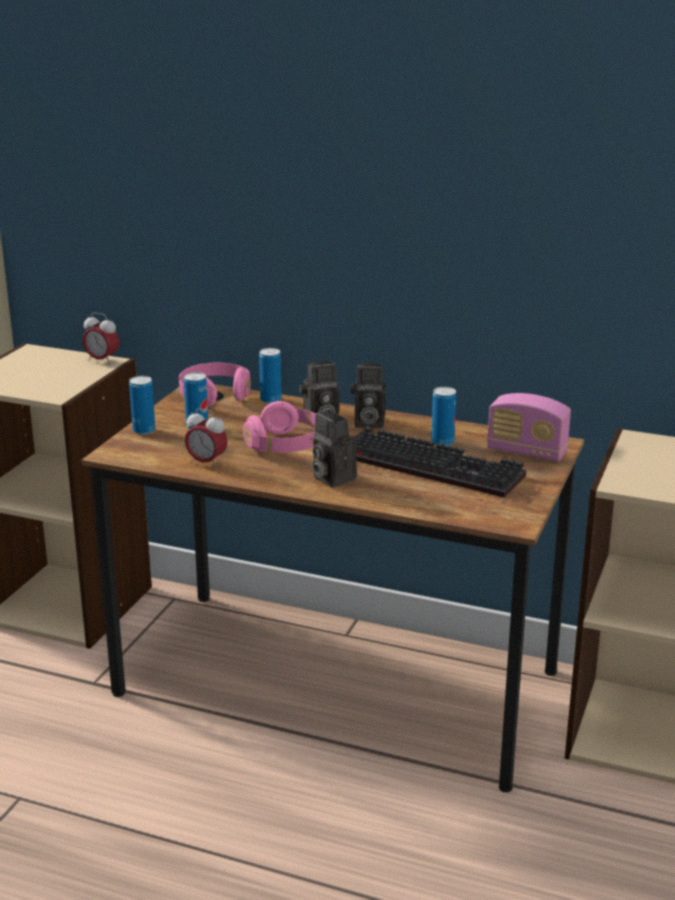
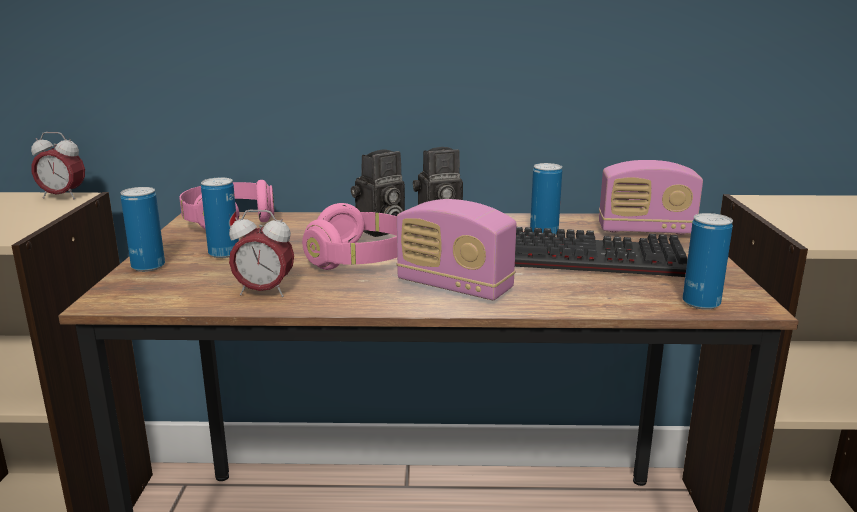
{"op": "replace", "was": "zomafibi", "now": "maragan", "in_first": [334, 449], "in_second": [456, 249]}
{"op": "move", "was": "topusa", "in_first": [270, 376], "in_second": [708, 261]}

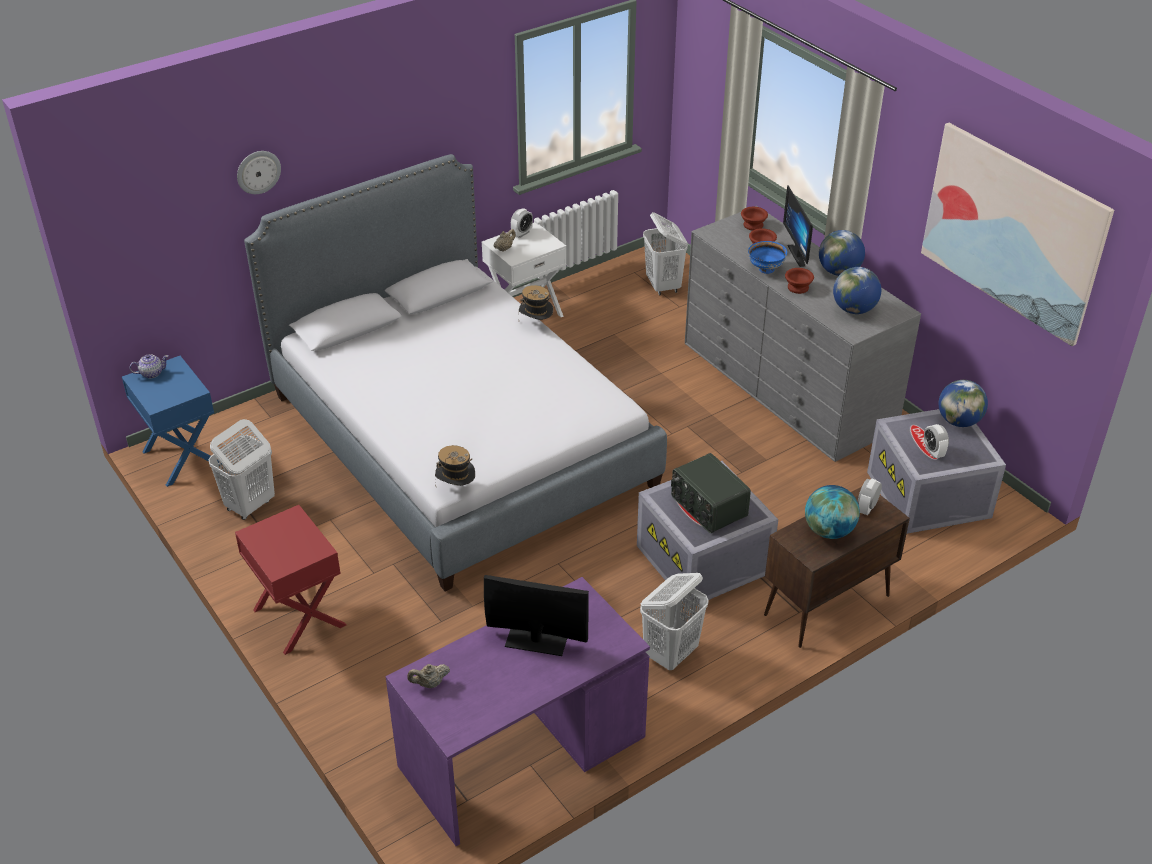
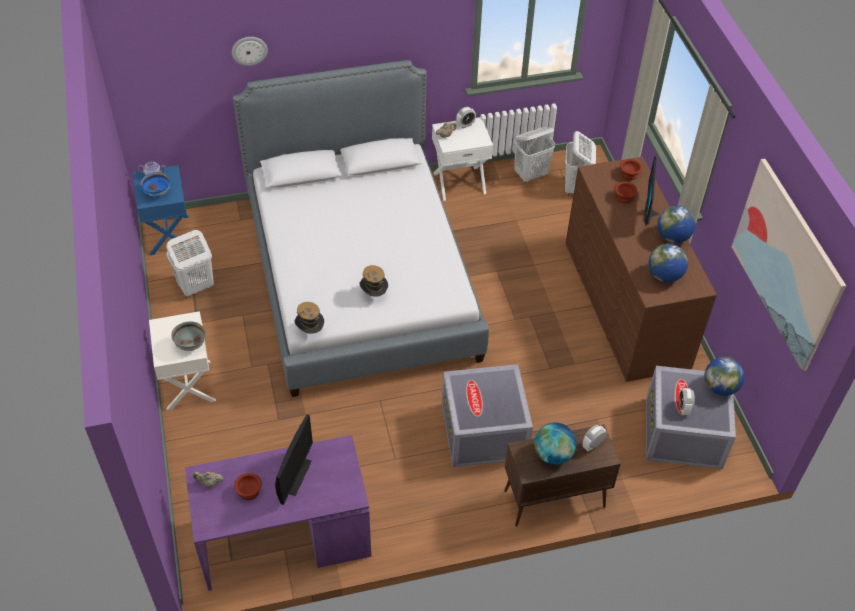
{"op": "move", "was": "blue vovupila", "in_first": [767, 257], "in_second": [155, 185]}
{"op": "recolor", "was": "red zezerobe", "now": "white zezerobe", "in_first": [290, 580], "in_second": [182, 360]}
{"op": "insert", "now": "grey vovupila", "in_second": [188, 336]}
{"op": "move", "was": "brown vovupila", "in_first": [799, 281], "in_second": [248, 486]}
{"op": "rotate", "was": "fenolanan", "in_first": [536, 615], "in_second": [294, 460], "clockwise": 75}
{"op": "move", "was": "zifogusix", "in_first": [536, 302], "in_second": [373, 281]}
{"op": "move", "was": "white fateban", "in_first": [674, 621], "in_second": [534, 155]}
{"op": "recolor", "was": "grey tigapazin", "now": "brown tigapazin", "in_first": [803, 334], "in_second": [641, 269]}
{"op": "delete", "was": "maragan", "in_first": [711, 493]}

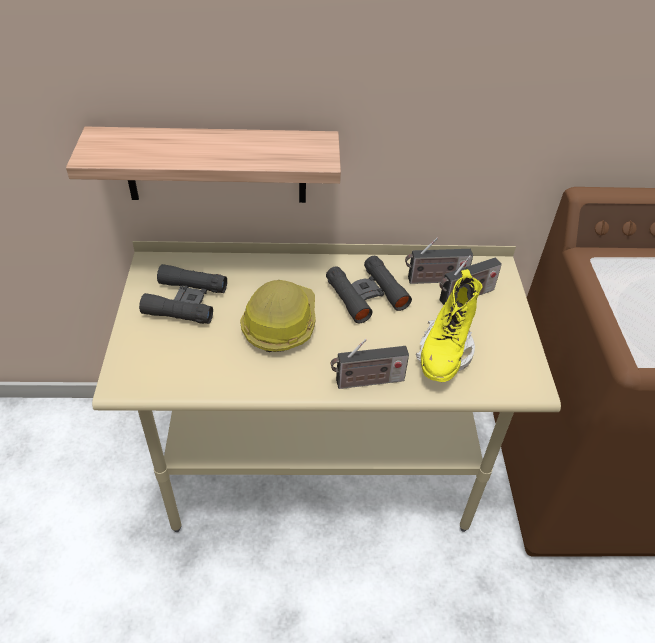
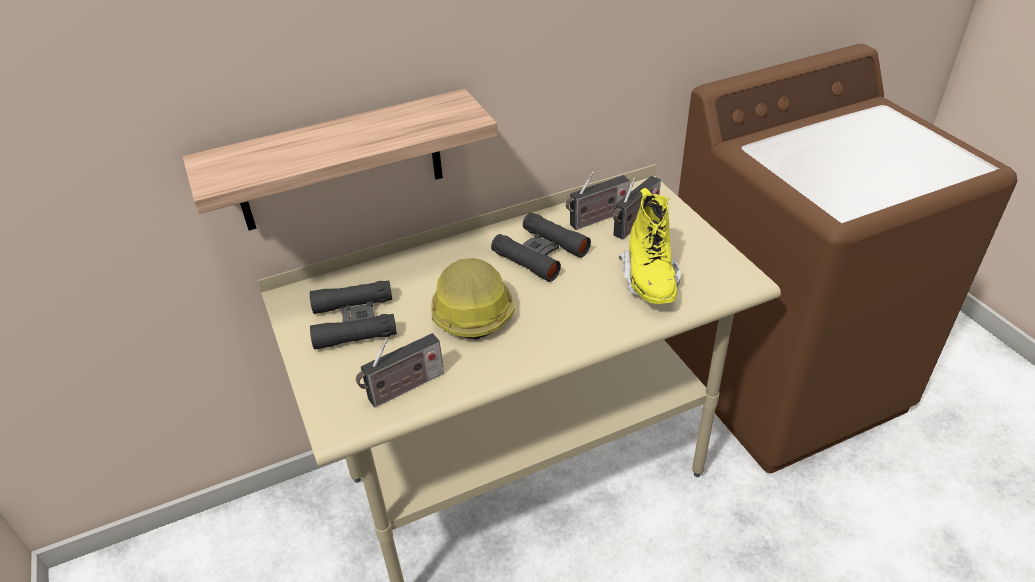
{"op": "move", "was": "maragan", "in_first": [370, 364], "in_second": [400, 370]}

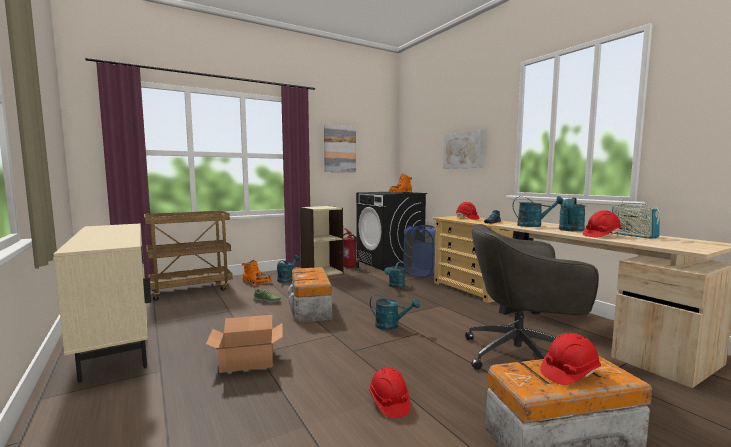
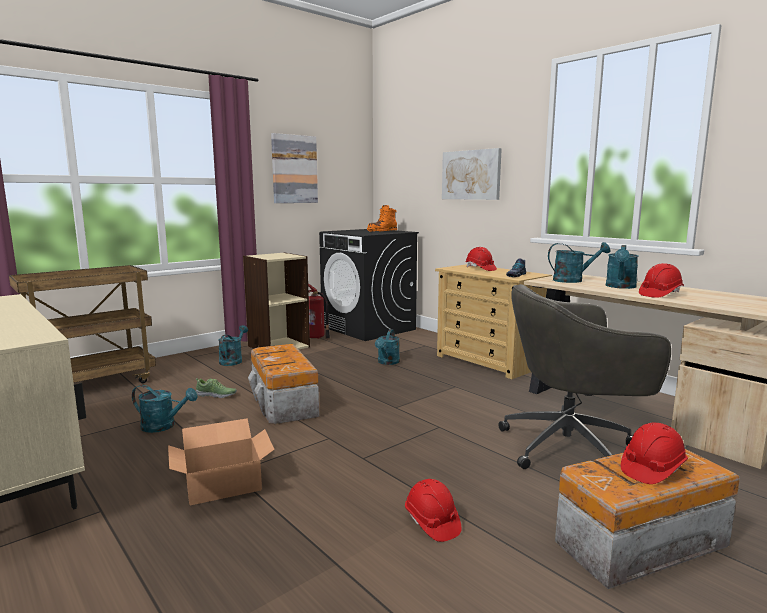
{"op": "move", "was": "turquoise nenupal", "in_first": [395, 312], "in_second": [165, 409]}
{"op": "delete", "was": "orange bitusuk", "in_first": [256, 272]}
{"op": "delete", "was": "blue fateban", "in_first": [420, 251]}
{"op": "delete", "was": "maragan", "in_first": [636, 219]}

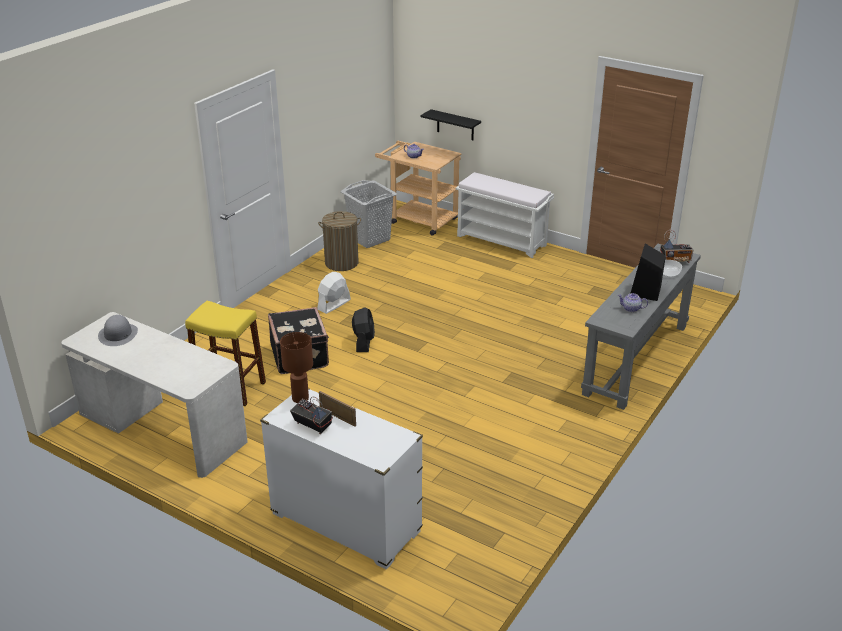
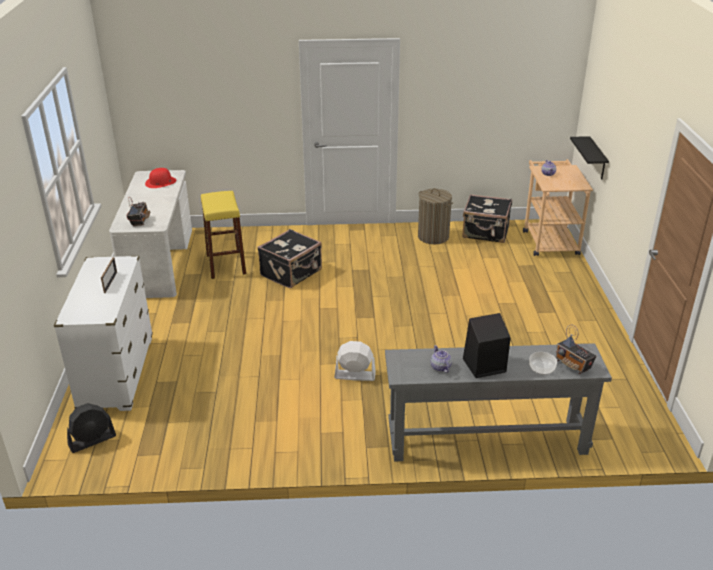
{"op": "move", "was": "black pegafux", "in_first": [363, 329], "in_second": [91, 428]}
{"op": "move", "was": "maragan", "in_first": [311, 415], "in_second": [138, 211]}
{"op": "recolor", "was": "grey zifogusix", "now": "red zifogusix", "in_first": [118, 330], "in_second": [160, 178]}
{"op": "move", "was": "white pegafux", "in_first": [334, 293], "in_second": [355, 361]}
{"op": "replace", "was": "grey fateban", "now": "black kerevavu", "in_first": [369, 214], "in_second": [487, 218]}
{"op": "delete", "was": "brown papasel", "in_first": [296, 367]}
{"op": "delete", "was": "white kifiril", "in_first": [504, 215]}

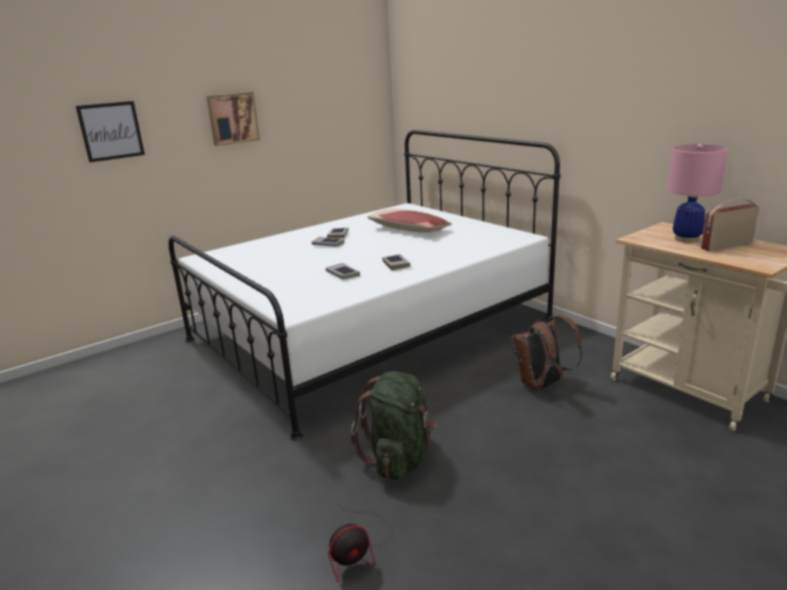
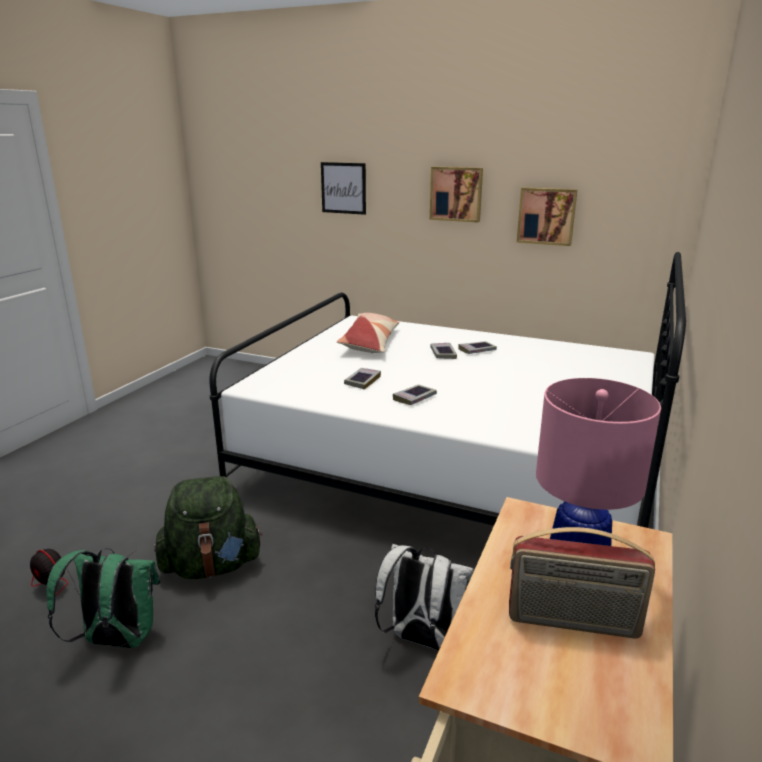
{"op": "insert", "now": "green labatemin", "in_second": [103, 598]}
{"op": "move", "was": "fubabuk", "in_first": [409, 221], "in_second": [368, 333]}
{"op": "recolor", "was": "brown labatemin", "now": "white labatemin", "in_first": [547, 353], "in_second": [424, 597]}
{"op": "rotate", "was": "maragan", "in_first": [730, 225], "in_second": [582, 583], "clockwise": 150}
{"op": "insert", "now": "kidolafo", "in_second": [547, 216]}

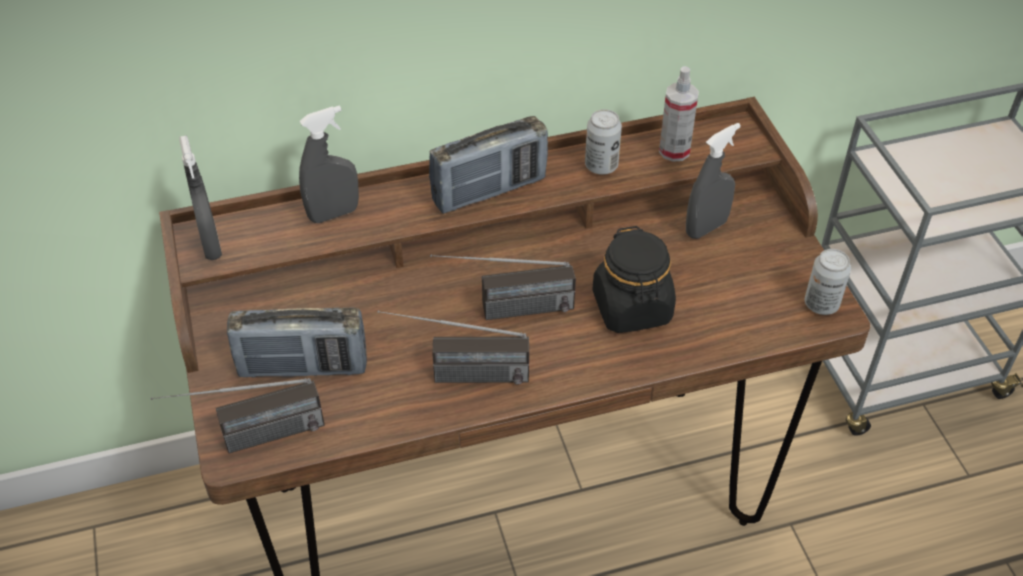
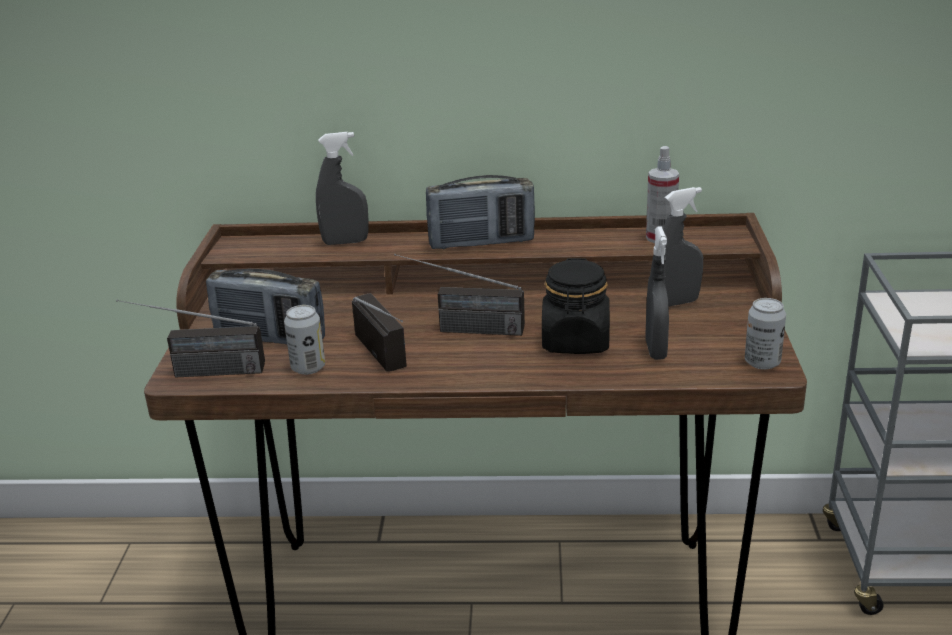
{"op": "move", "was": "topusa", "in_first": [603, 142], "in_second": [304, 340]}
{"op": "rotate", "was": "maragan", "in_first": [453, 347], "in_second": [379, 332], "clockwise": -135}
{"op": "move", "was": "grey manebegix", "in_first": [200, 197], "in_second": [657, 293]}

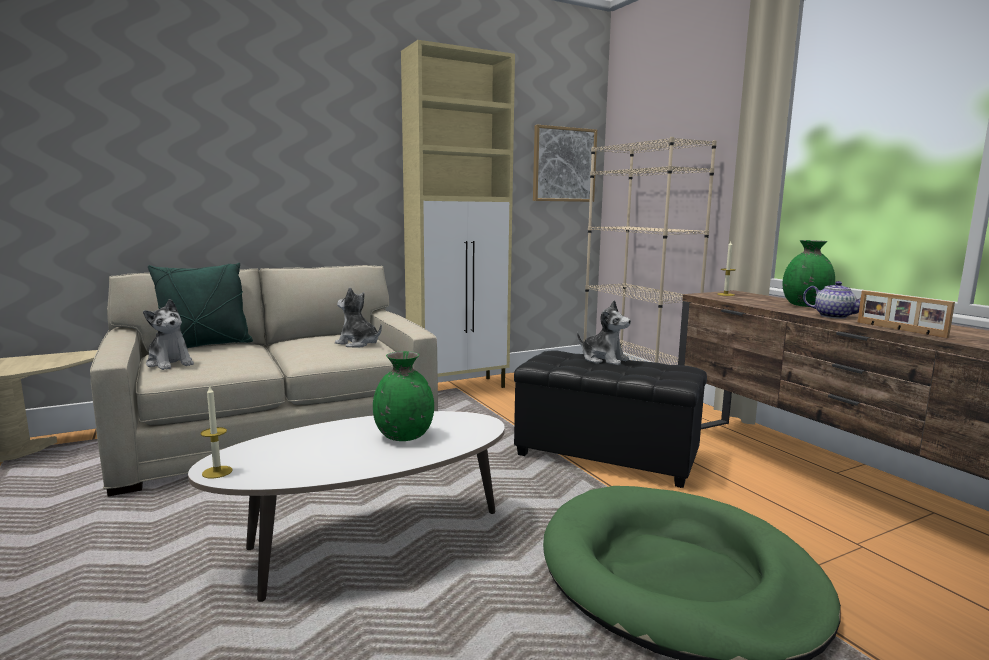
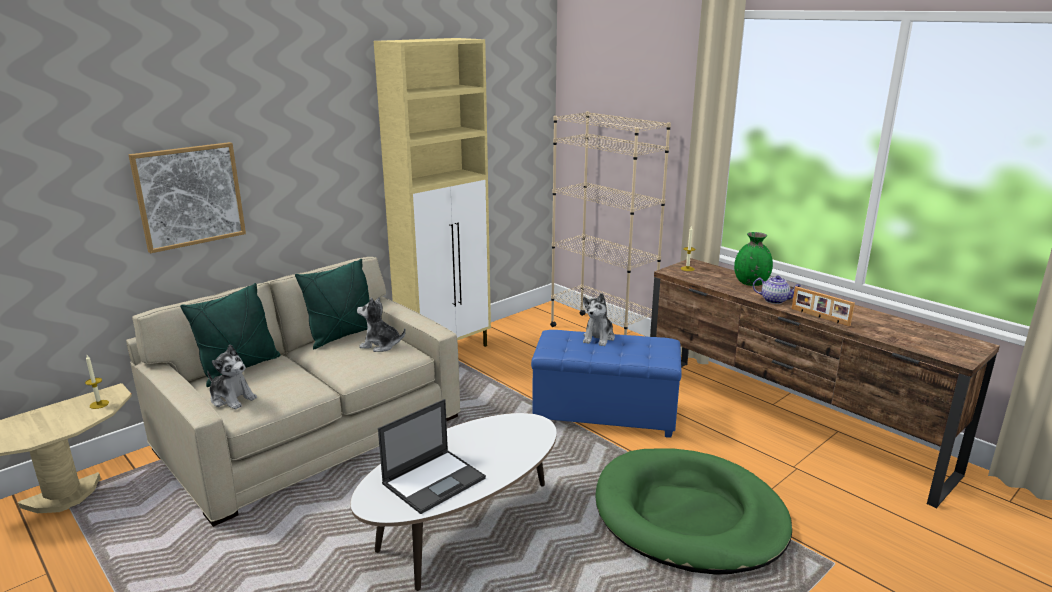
{"op": "move", "was": "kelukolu", "in_first": [216, 432], "in_second": [97, 382]}
{"op": "move", "was": "kidolafo", "in_first": [565, 163], "in_second": [187, 197]}
{"op": "insert", "now": "green fubabuk", "in_second": [332, 304]}
{"op": "insert", "now": "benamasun", "in_second": [432, 456]}
{"op": "recolor", "was": "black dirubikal", "now": "blue dirubikal", "in_first": [610, 419], "in_second": [606, 384]}
{"op": "rotate", "was": "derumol", "in_first": [604, 332], "in_second": [599, 319], "clockwise": 90}
{"op": "delete", "was": "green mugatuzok", "in_first": [403, 396]}

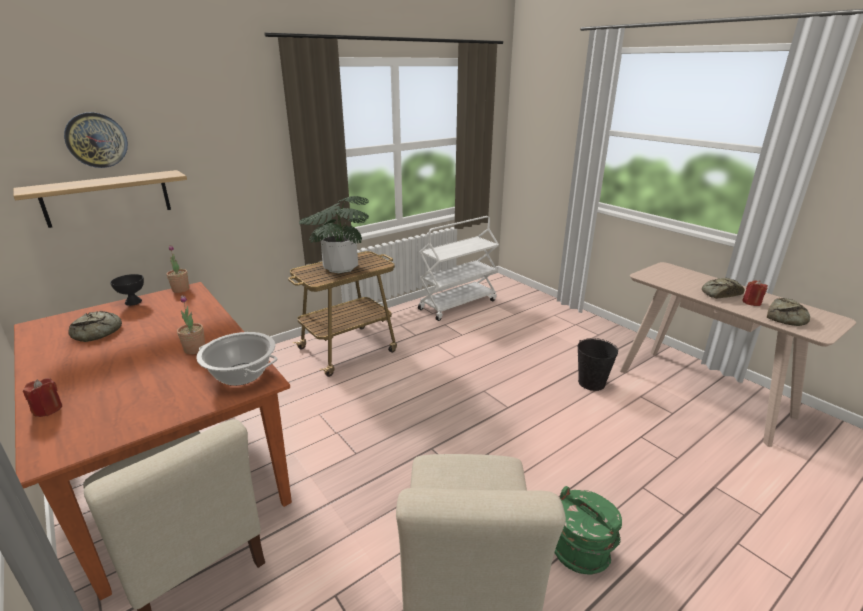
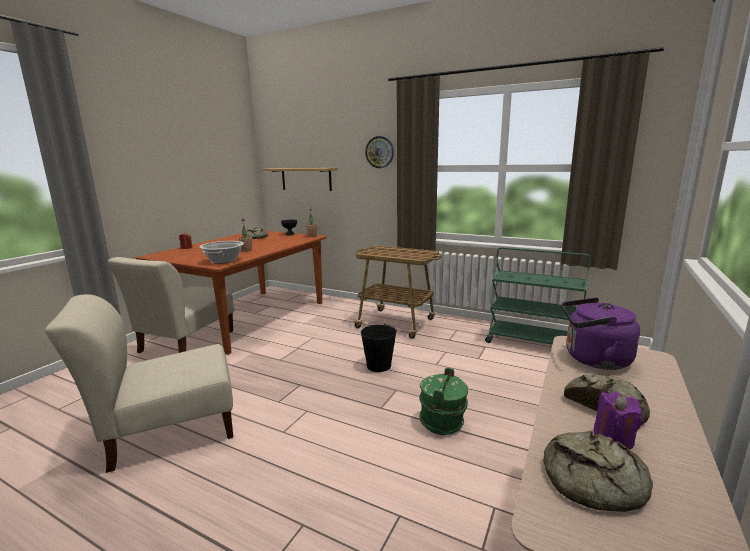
{"op": "move", "was": "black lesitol", "in_first": [598, 364], "in_second": [379, 347]}
{"op": "move", "was": "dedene", "in_first": [96, 140], "in_second": [379, 152]}
{"op": "move", "was": "green lesitol", "in_first": [588, 530], "in_second": [443, 401]}
{"op": "recolor", "was": "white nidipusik", "now": "green nidipusik", "in_first": [458, 268], "in_second": [537, 296]}
{"op": "insert", "now": "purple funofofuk", "in_second": [601, 334]}
{"op": "recolor", "was": "red kelukolu", "now": "purple kelukolu", "in_first": [755, 293], "in_second": [618, 421]}
{"op": "delete", "was": "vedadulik", "in_first": [334, 234]}

